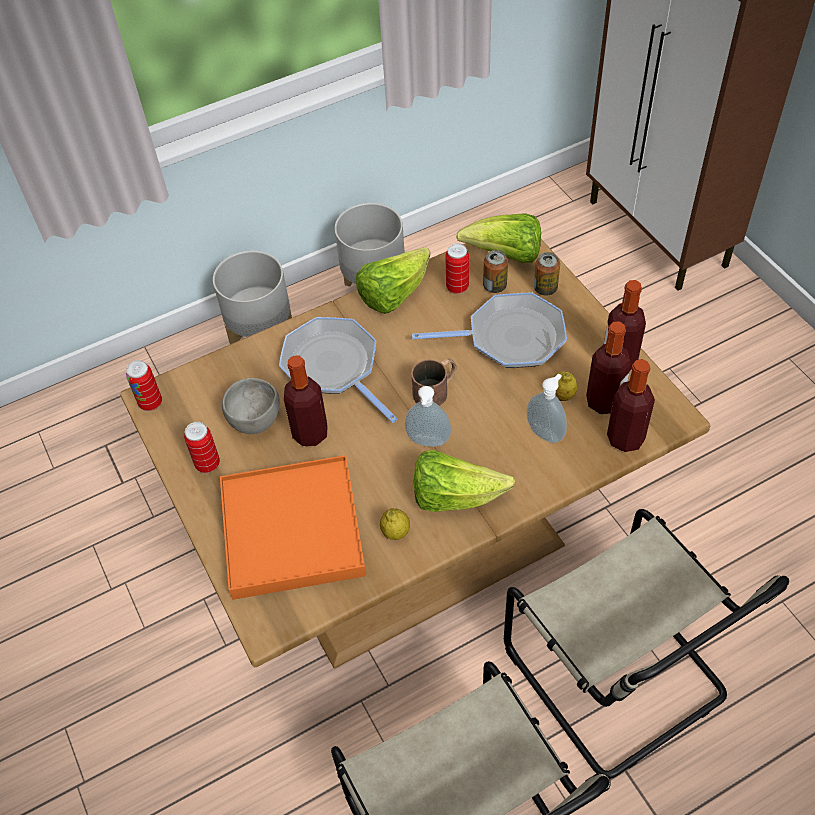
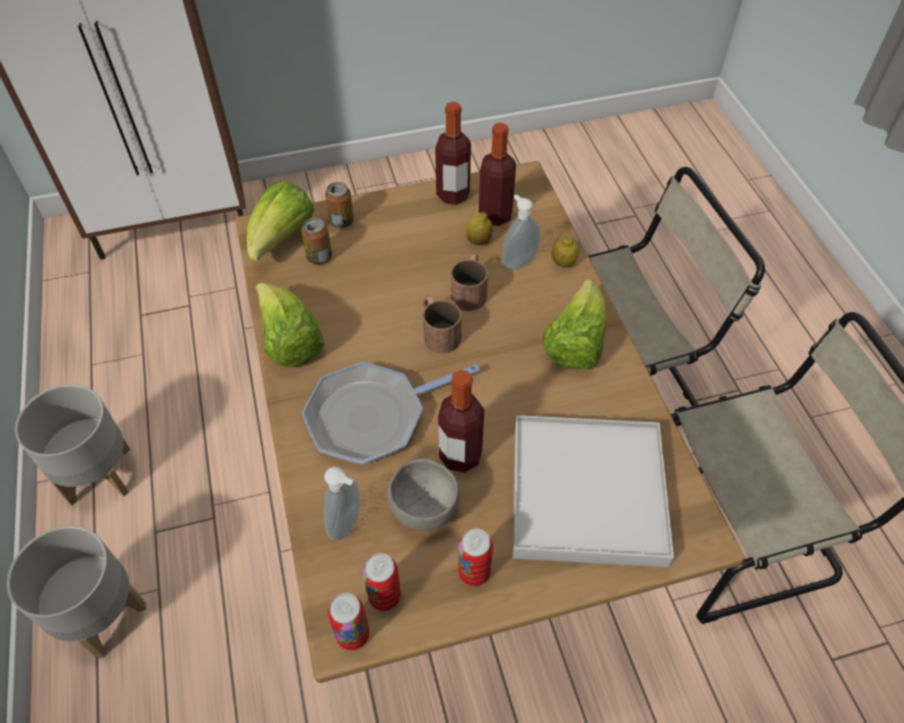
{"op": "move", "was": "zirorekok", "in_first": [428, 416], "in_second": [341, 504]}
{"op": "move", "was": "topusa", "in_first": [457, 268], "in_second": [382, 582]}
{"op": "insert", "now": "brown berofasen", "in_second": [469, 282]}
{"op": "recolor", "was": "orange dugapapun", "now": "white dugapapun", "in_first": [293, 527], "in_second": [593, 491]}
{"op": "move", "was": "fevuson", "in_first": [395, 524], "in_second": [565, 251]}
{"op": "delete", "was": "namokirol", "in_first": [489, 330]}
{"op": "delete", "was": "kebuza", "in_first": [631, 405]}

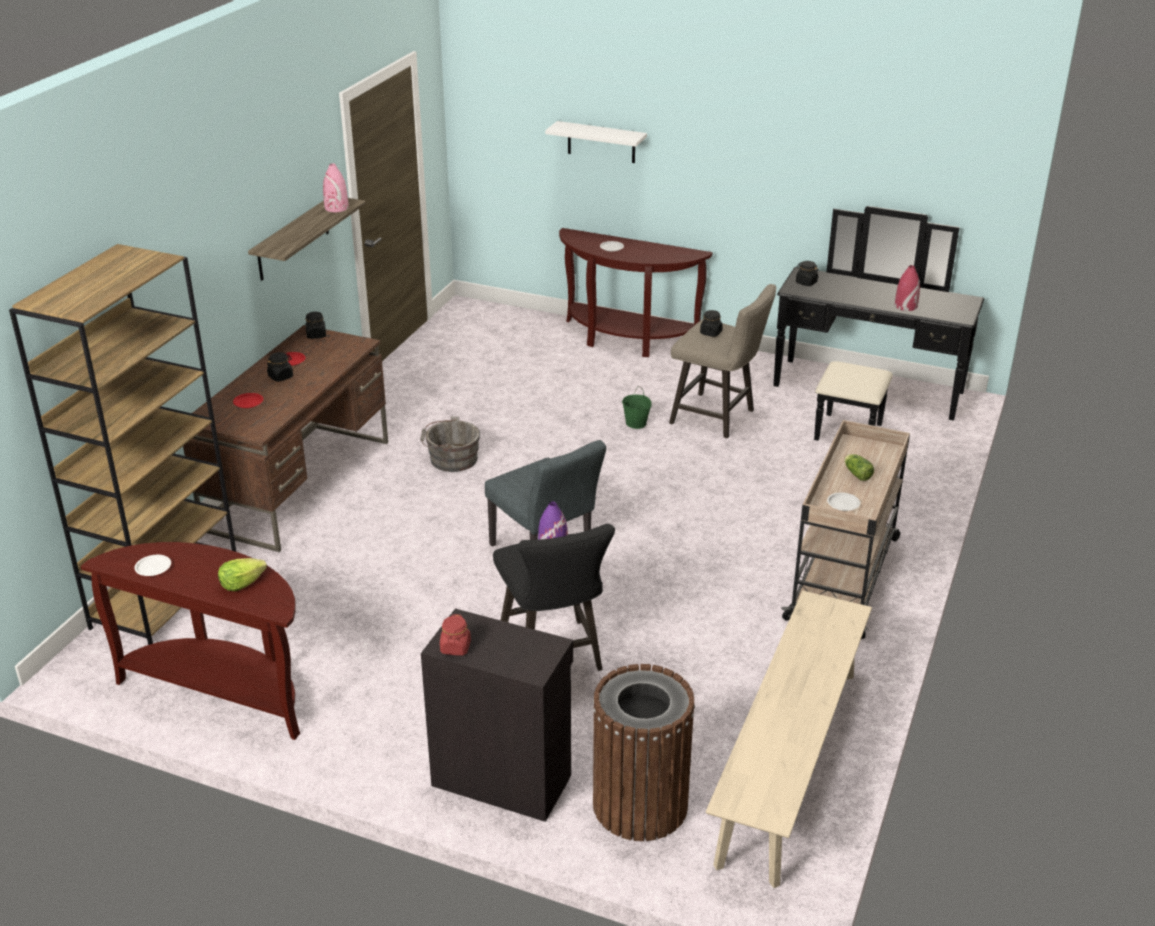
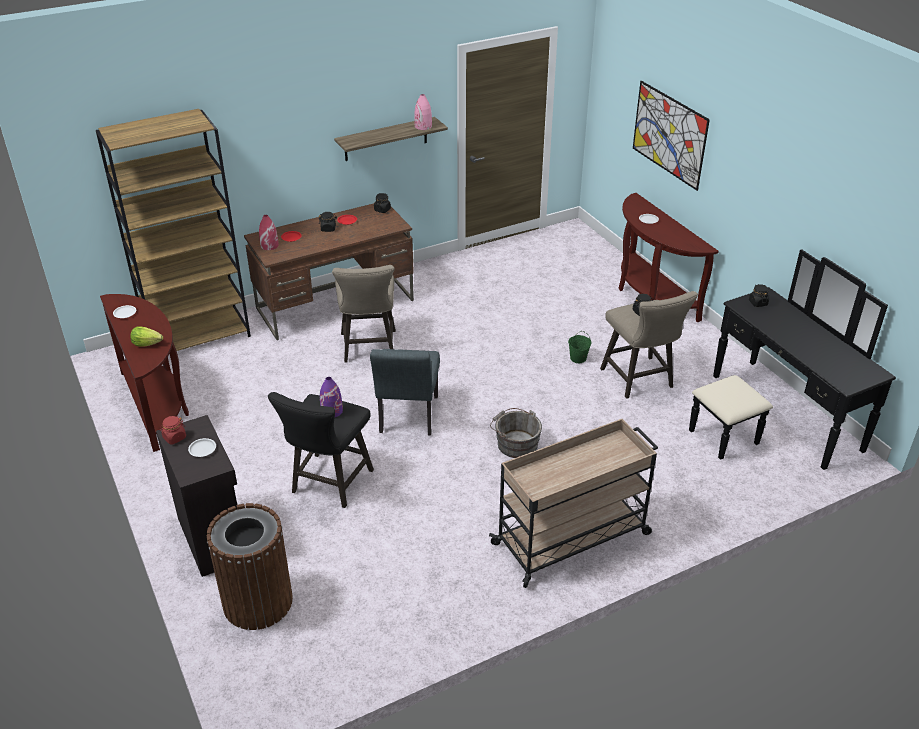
{"op": "move", "was": "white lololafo", "in_first": [843, 501], "in_second": [202, 447]}
{"op": "move", "was": "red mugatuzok", "in_first": [907, 288], "in_second": [269, 232]}
{"op": "insert", "now": "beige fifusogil", "in_second": [364, 314]}
{"op": "move", "was": "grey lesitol", "in_first": [450, 444], "in_second": [516, 433]}
{"op": "replace", "was": "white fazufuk", "now": "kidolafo", "in_first": [596, 142], "in_second": [671, 136]}
{"op": "delete", "was": "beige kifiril", "in_first": [789, 739]}
{"op": "delete", "was": "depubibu", "in_first": [859, 467]}

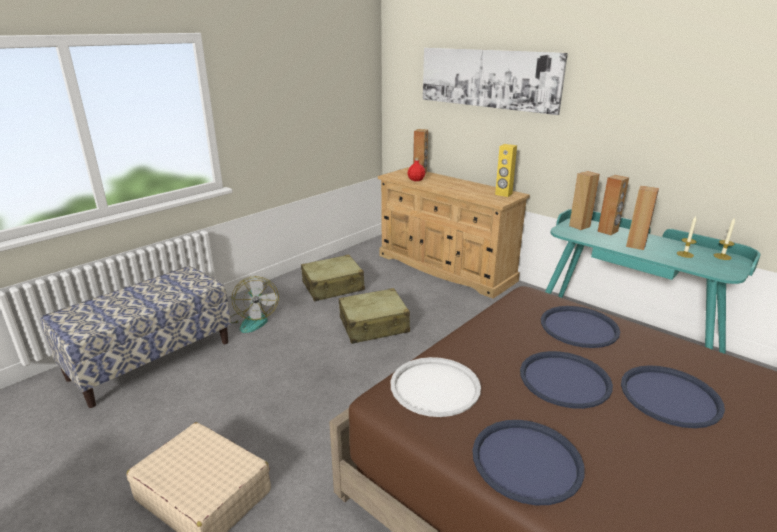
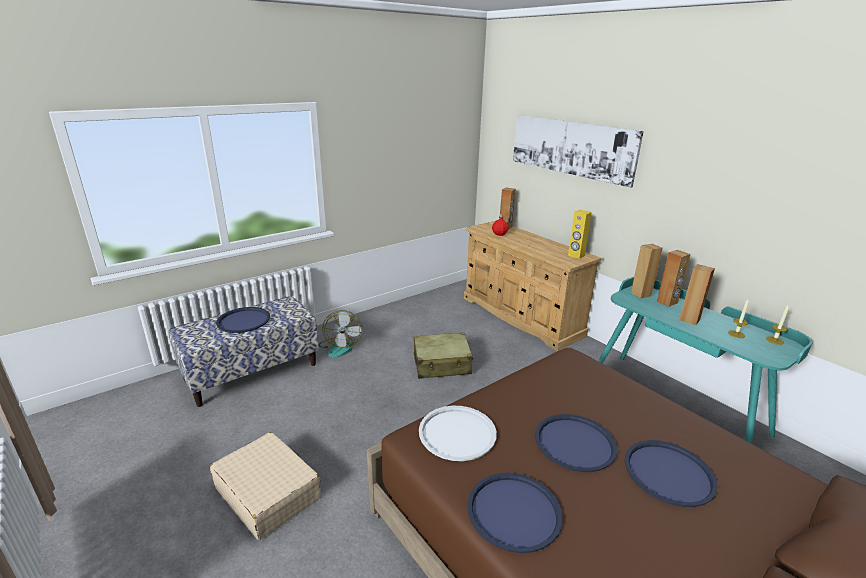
{"op": "move", "was": "blue dugapapun", "in_first": [580, 327], "in_second": [243, 320]}
{"op": "delete", "was": "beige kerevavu", "in_first": [333, 278]}

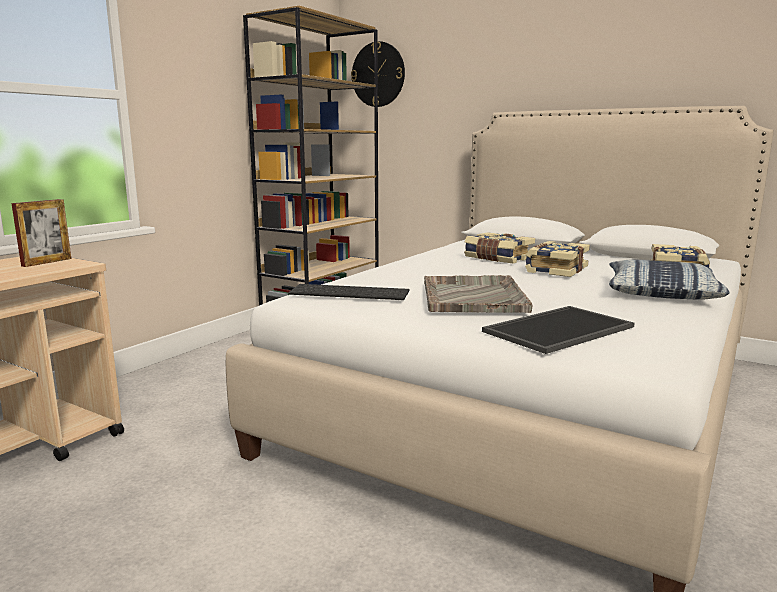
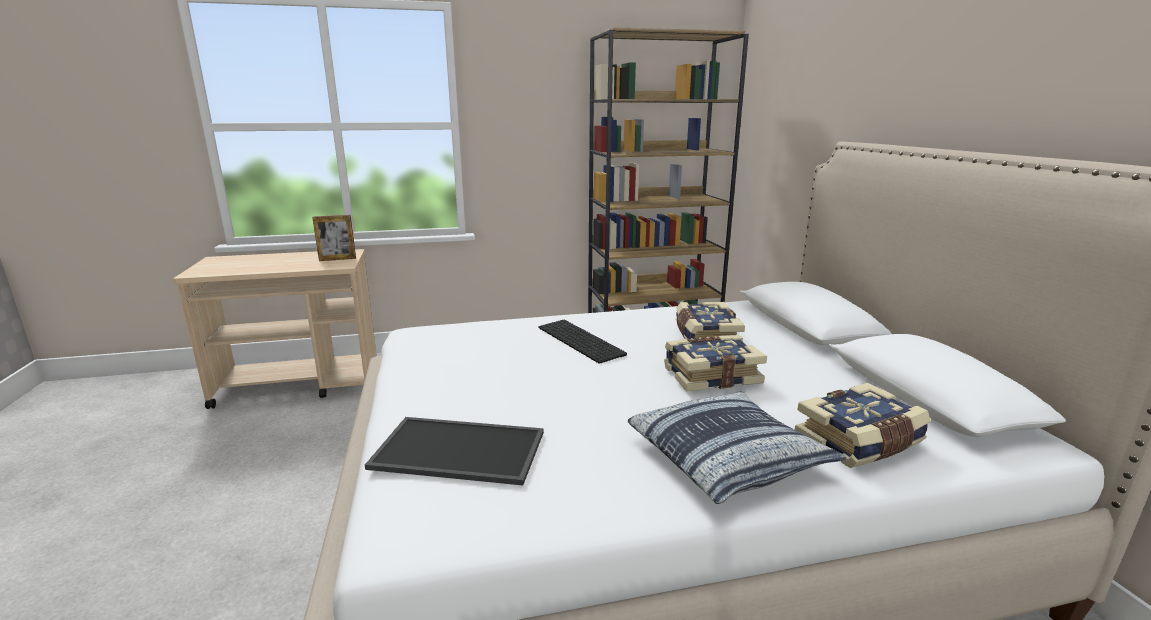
{"op": "move", "was": "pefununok", "in_first": [348, 292], "in_second": [582, 342]}
{"op": "delete", "was": "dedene", "in_first": [378, 74]}
{"op": "delete", "was": "grey dugapapun", "in_first": [478, 294]}

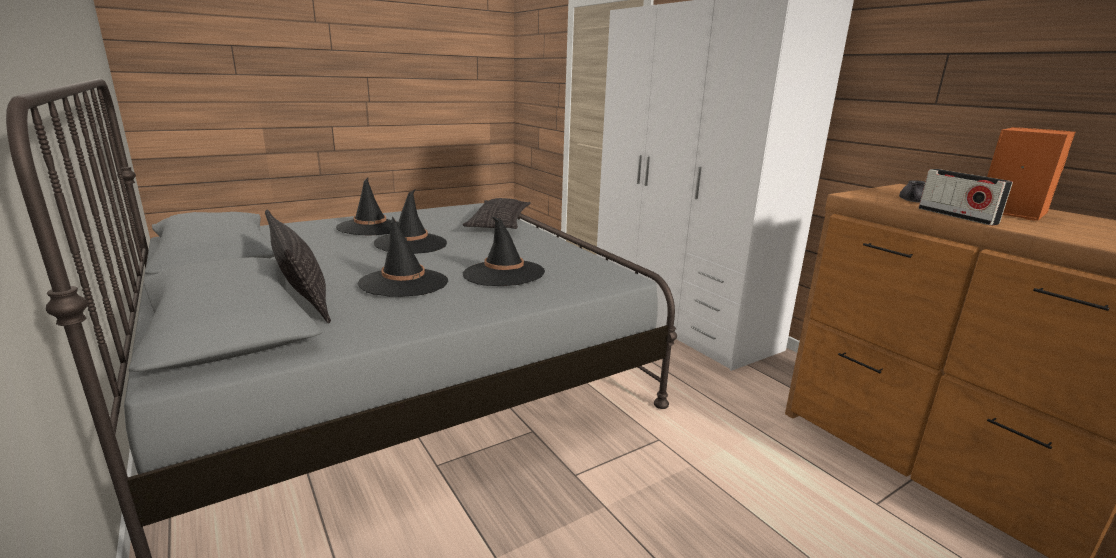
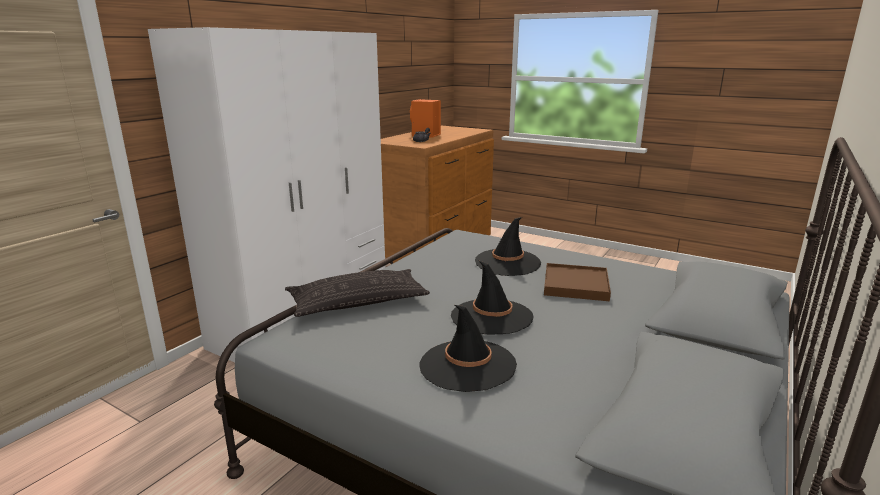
{"op": "replace", "was": "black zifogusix", "now": "brown dugapapun", "in_first": [403, 256], "in_second": [577, 282]}
{"op": "delete", "was": "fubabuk", "in_first": [298, 266]}
{"op": "delete", "was": "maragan", "in_first": [966, 197]}

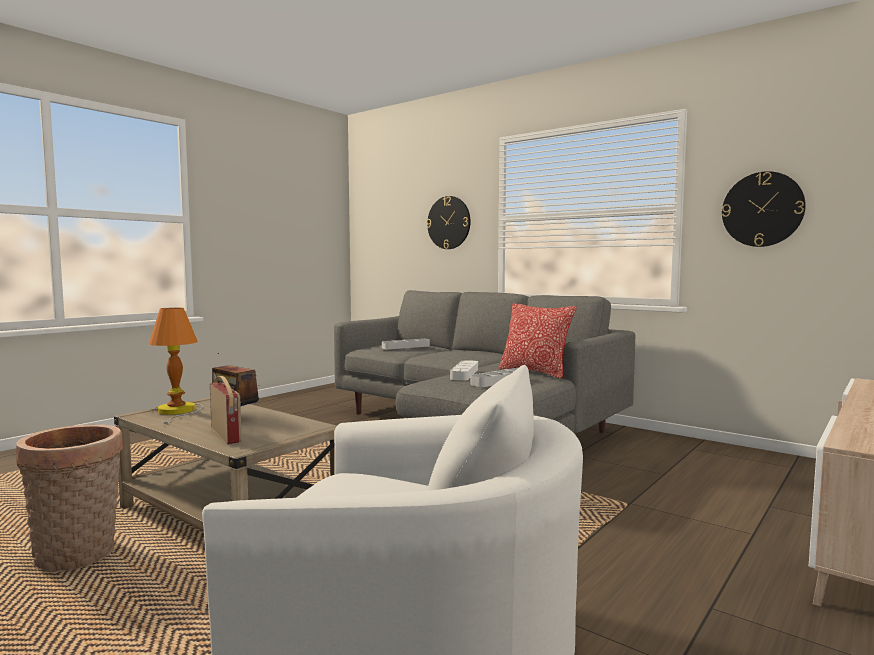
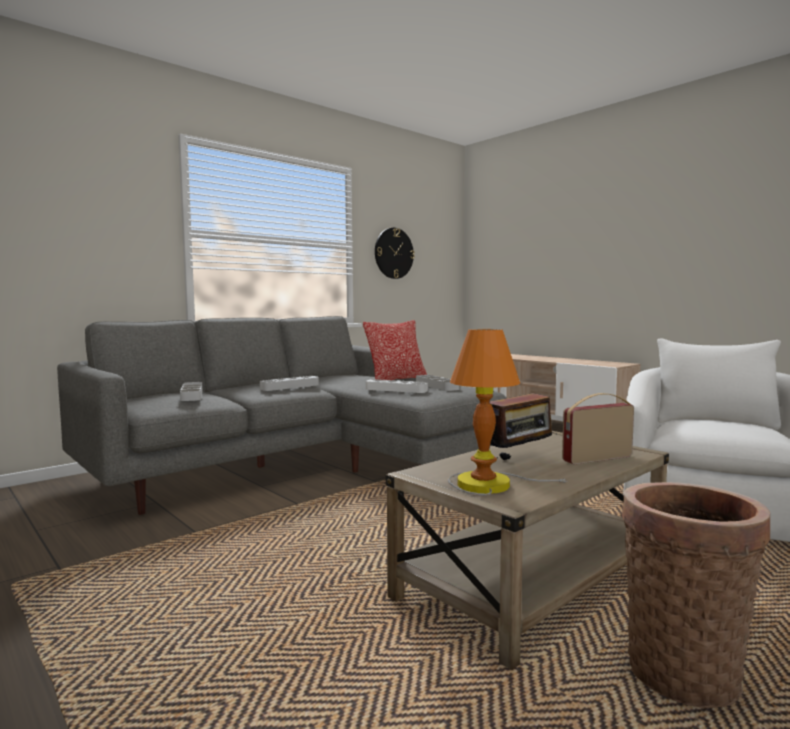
{"op": "insert", "now": "grey dugapapun", "in_second": [289, 383]}
{"op": "delete", "was": "dedene", "in_first": [448, 222]}

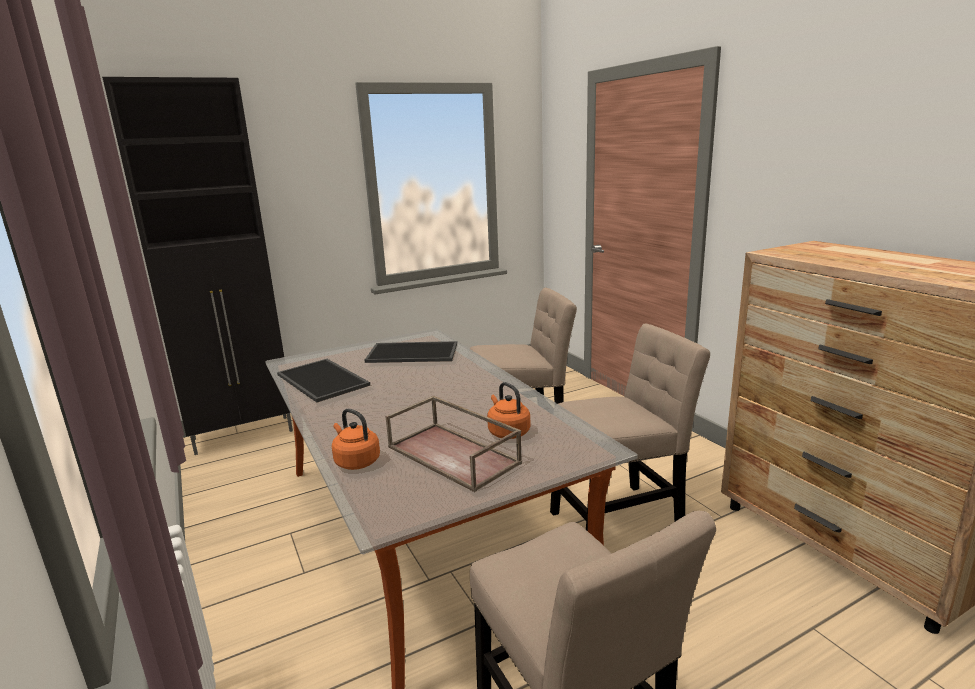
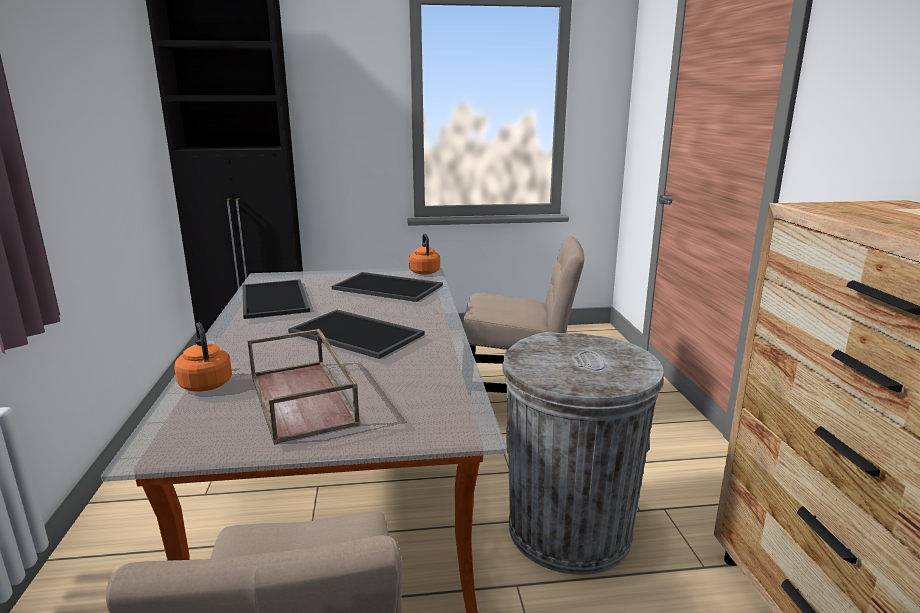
{"op": "insert", "now": "dugapapun", "in_second": [356, 334]}
{"op": "move", "was": "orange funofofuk", "in_first": [508, 410], "in_second": [424, 254]}
{"op": "replace", "was": "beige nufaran", "now": "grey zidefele", "in_first": [630, 427], "in_second": [583, 453]}

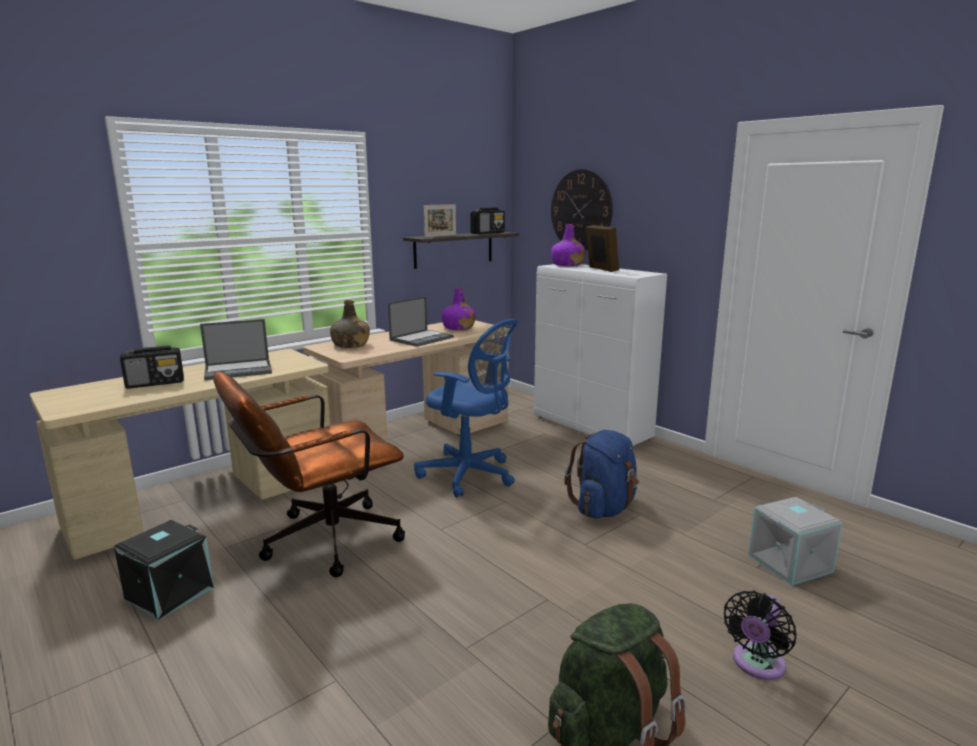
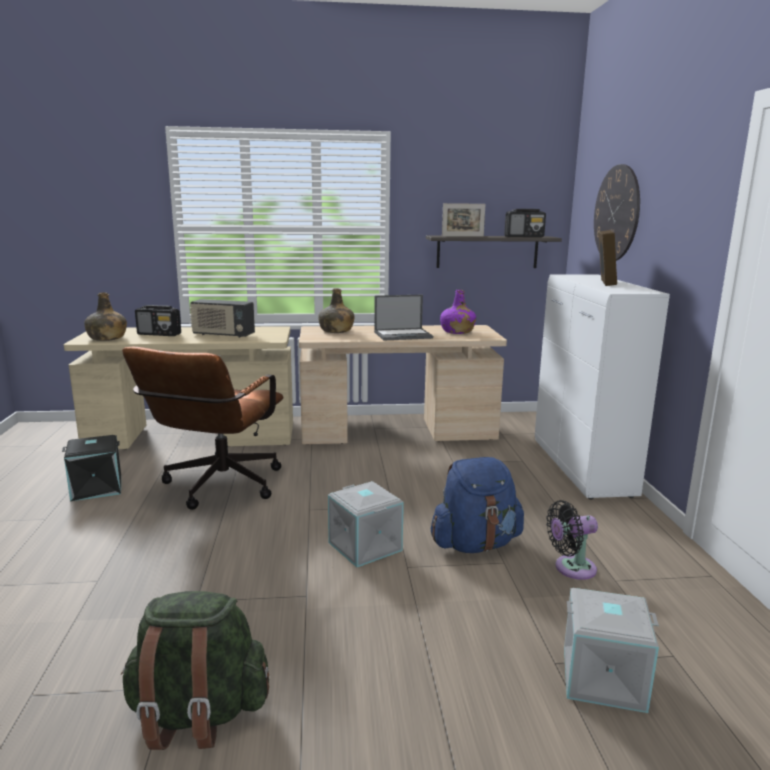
{"op": "insert", "now": "green kebuza", "in_second": [105, 316]}
{"op": "rotate", "was": "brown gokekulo", "in_first": [309, 474], "in_second": [202, 428], "clockwise": -75}
{"op": "replace", "was": "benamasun", "now": "maragan", "in_first": [236, 349], "in_second": [222, 318]}
{"op": "insert", "now": "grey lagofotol", "in_second": [366, 524]}
{"op": "move", "was": "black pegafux", "in_first": [760, 635], "in_second": [572, 540]}
{"op": "delete", "was": "blue gokekulo", "in_first": [466, 408]}
{"op": "delete", "was": "purple kebuza", "in_first": [568, 245]}

